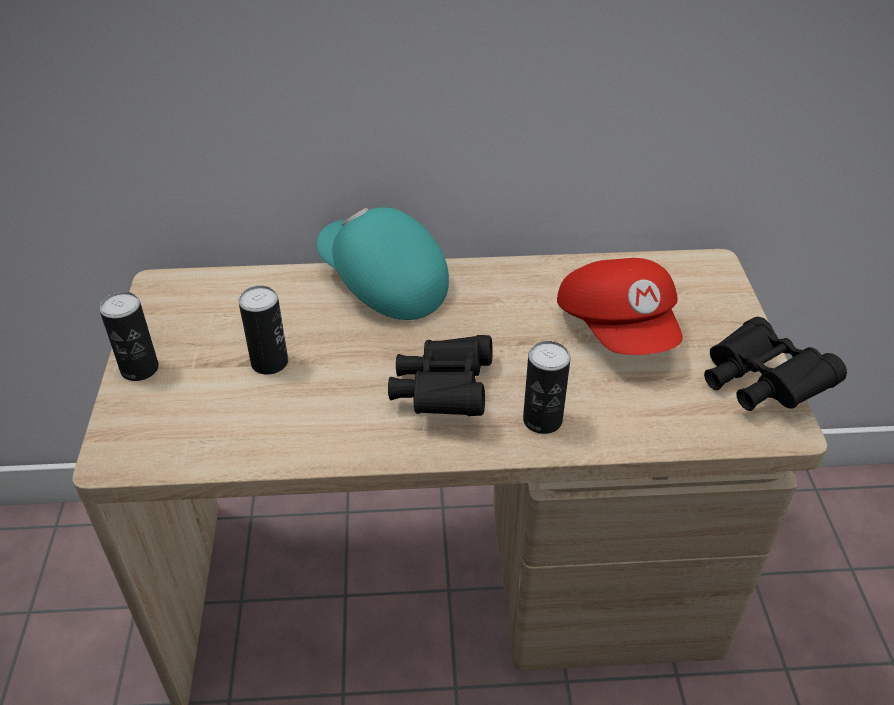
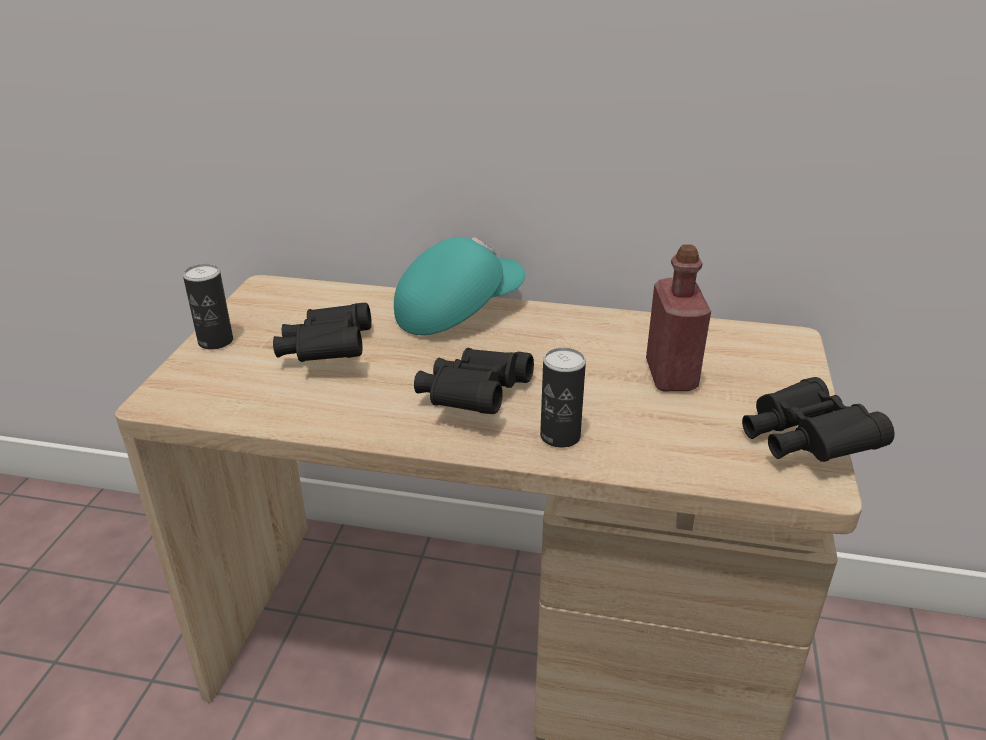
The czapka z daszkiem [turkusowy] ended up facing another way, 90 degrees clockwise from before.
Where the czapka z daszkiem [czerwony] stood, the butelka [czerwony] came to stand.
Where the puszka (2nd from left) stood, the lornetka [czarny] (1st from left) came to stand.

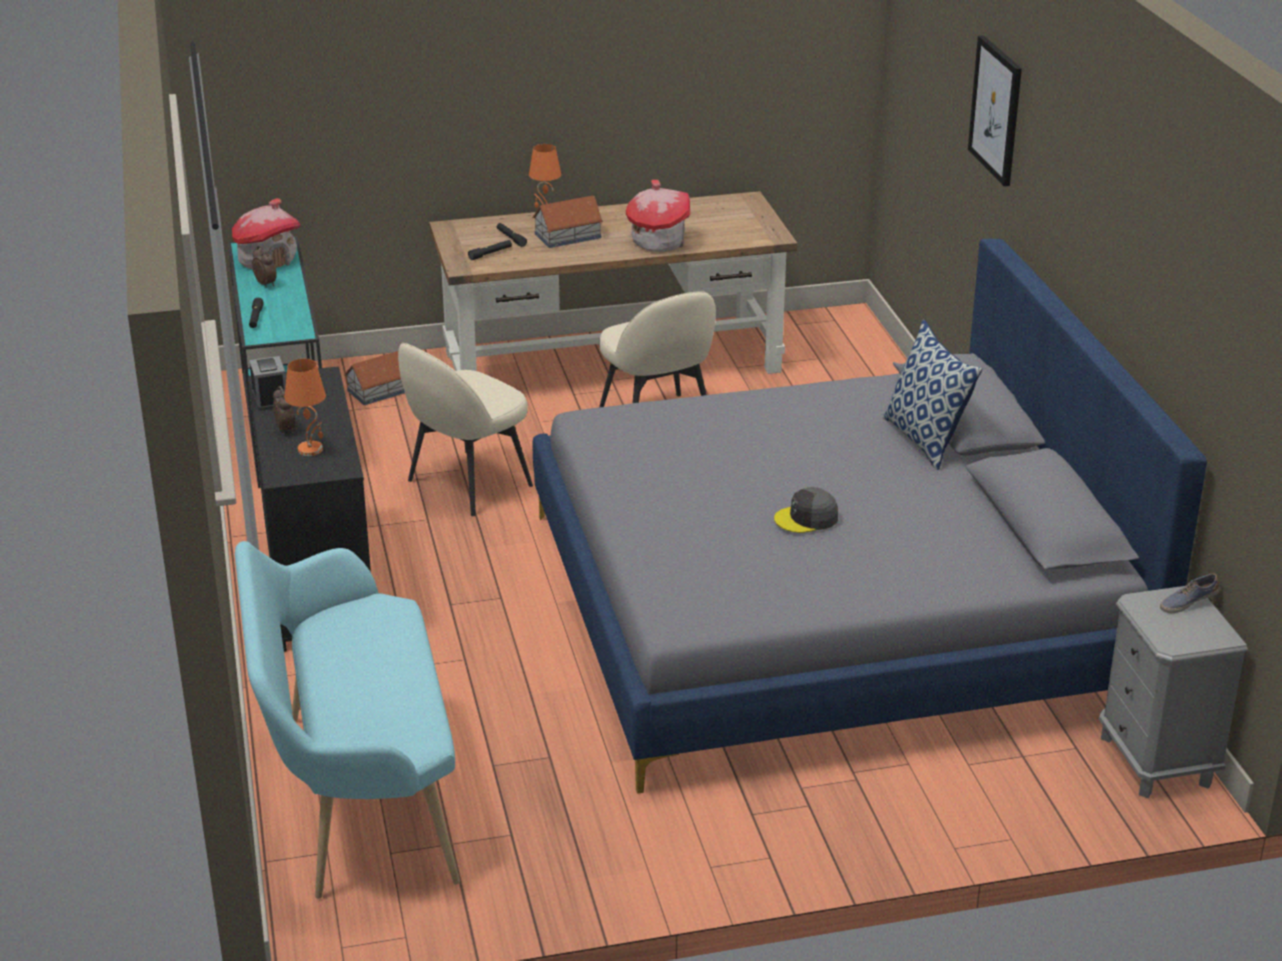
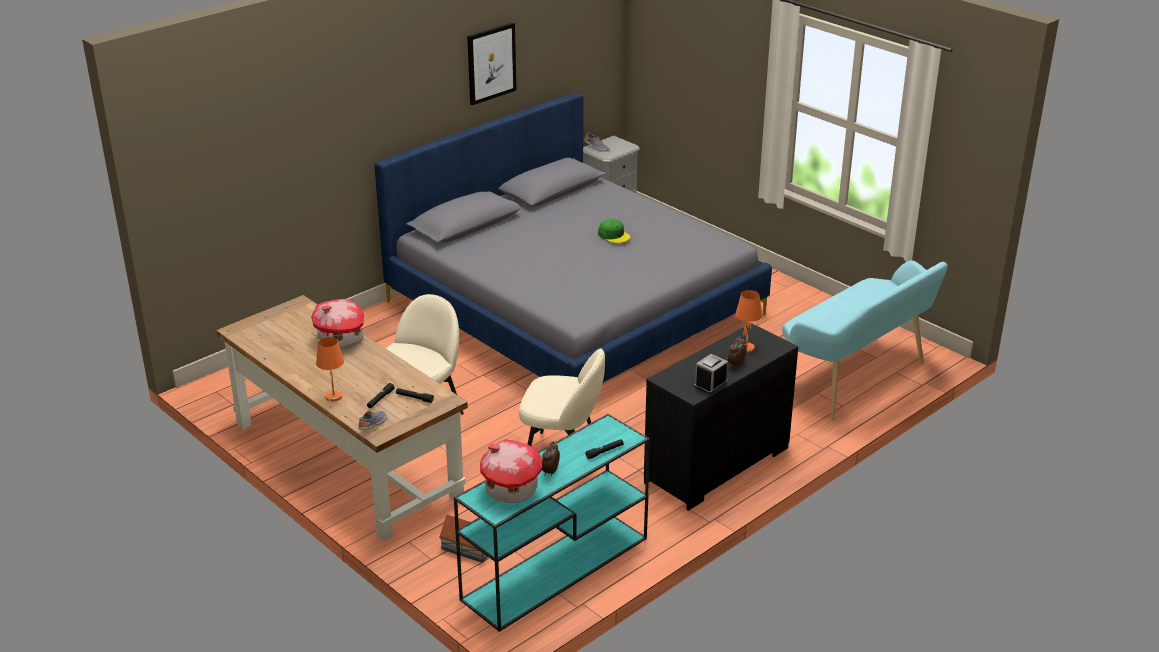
The obraz ended up elsewhere.
The second view lost the domek (3rd from left).
The second view lost the poduszka.
What was the czapka z daszkiem [szary] turned into the czapka z daszkiem [zielony].
The second view gained the but (1st from left).

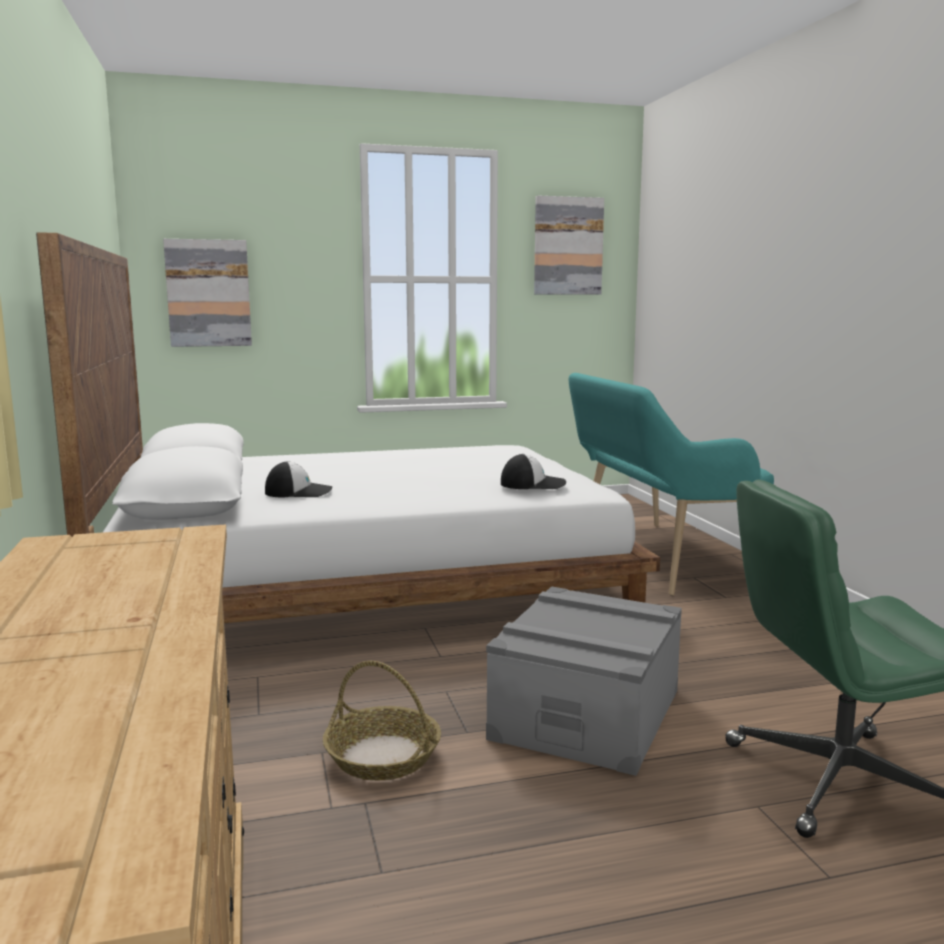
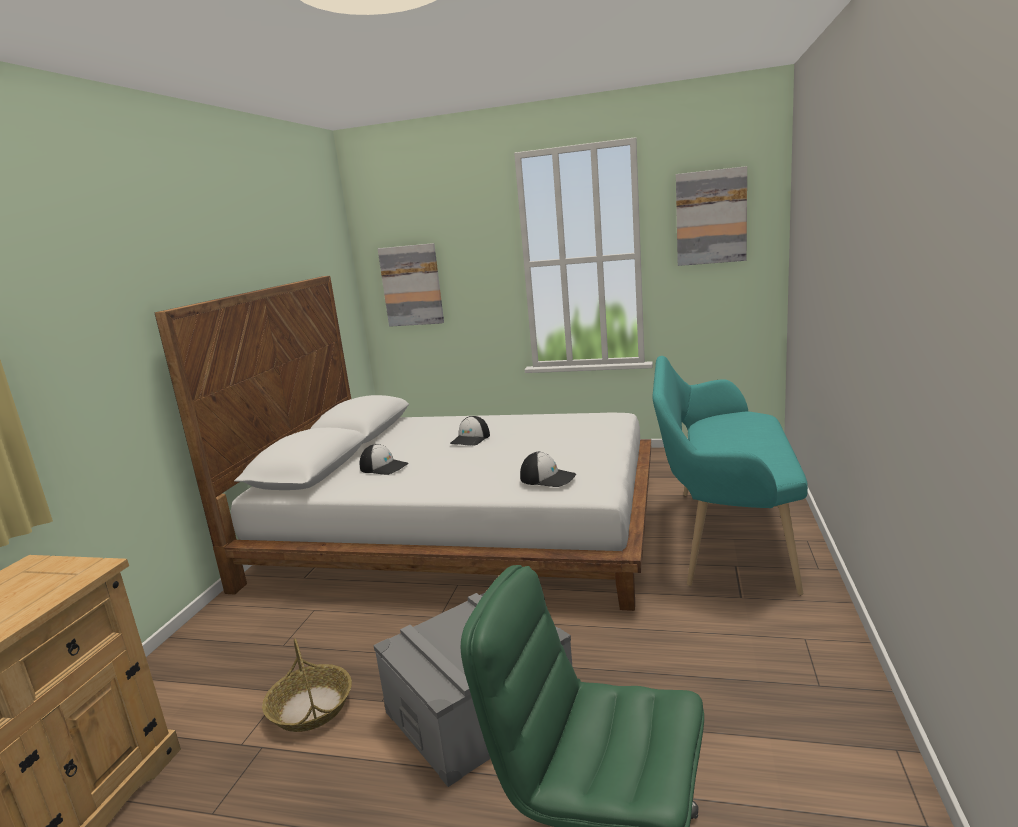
The second view gained the czapka z daszkiem (2nd from left).

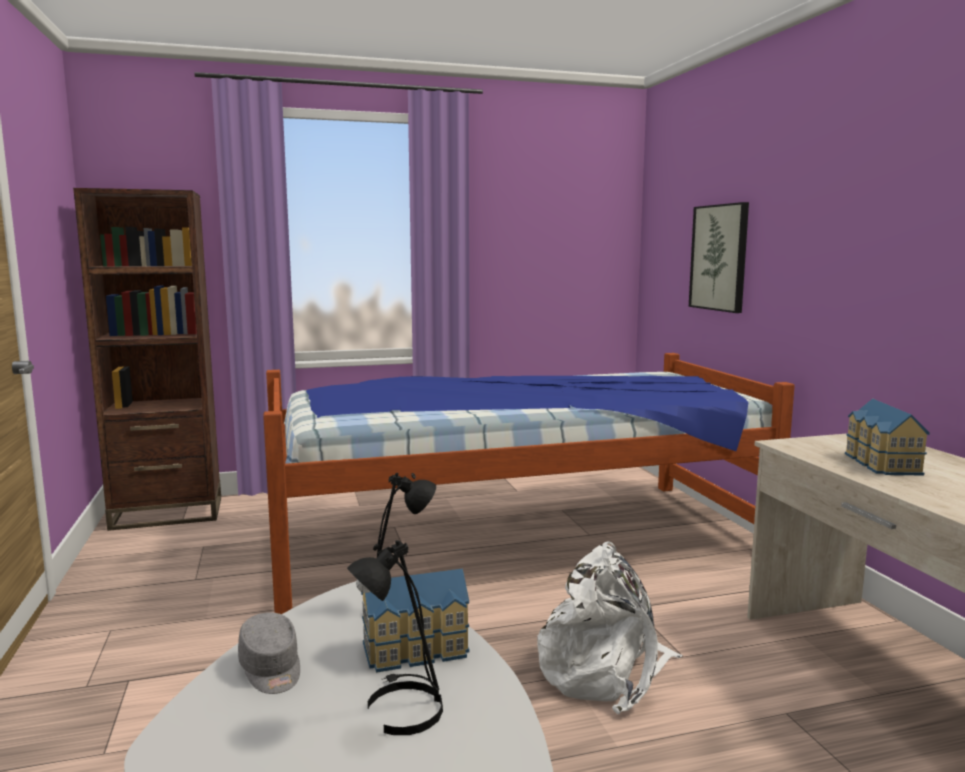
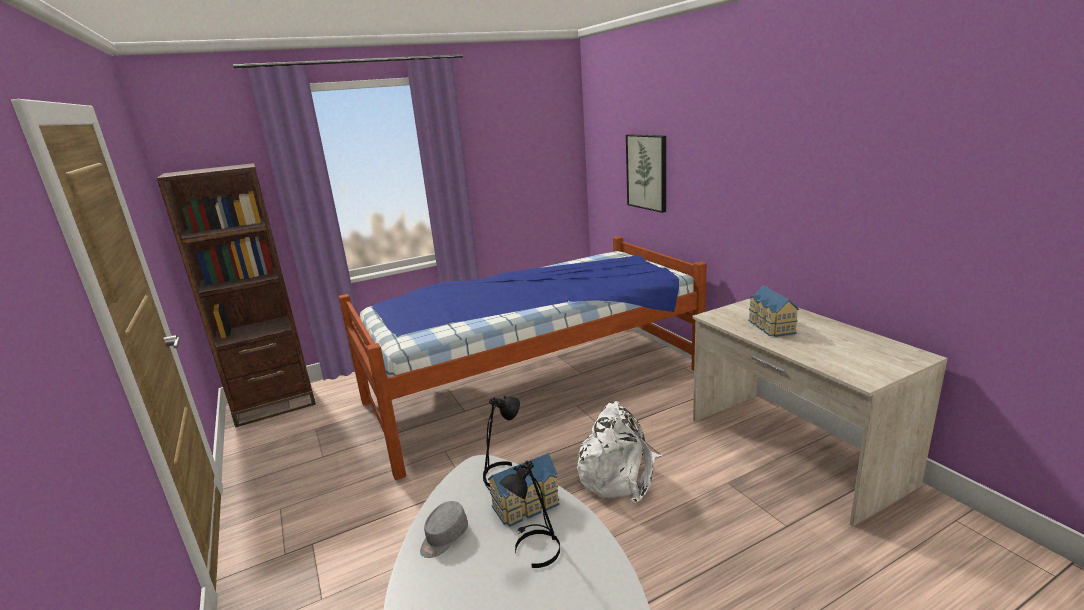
The czapka z daszkiem [szary] ended up facing another way, 75 degrees clockwise from before.

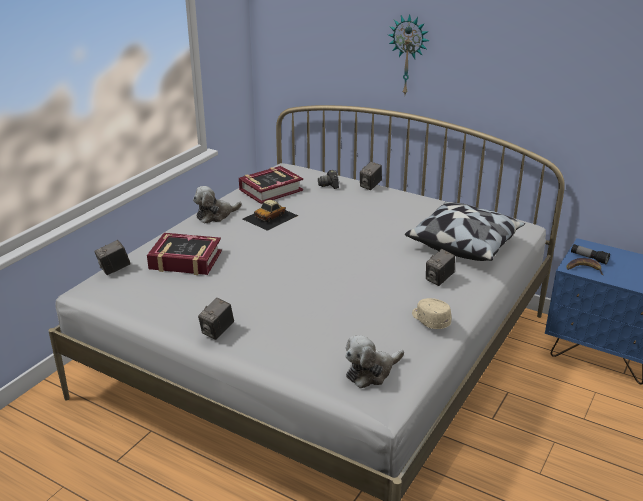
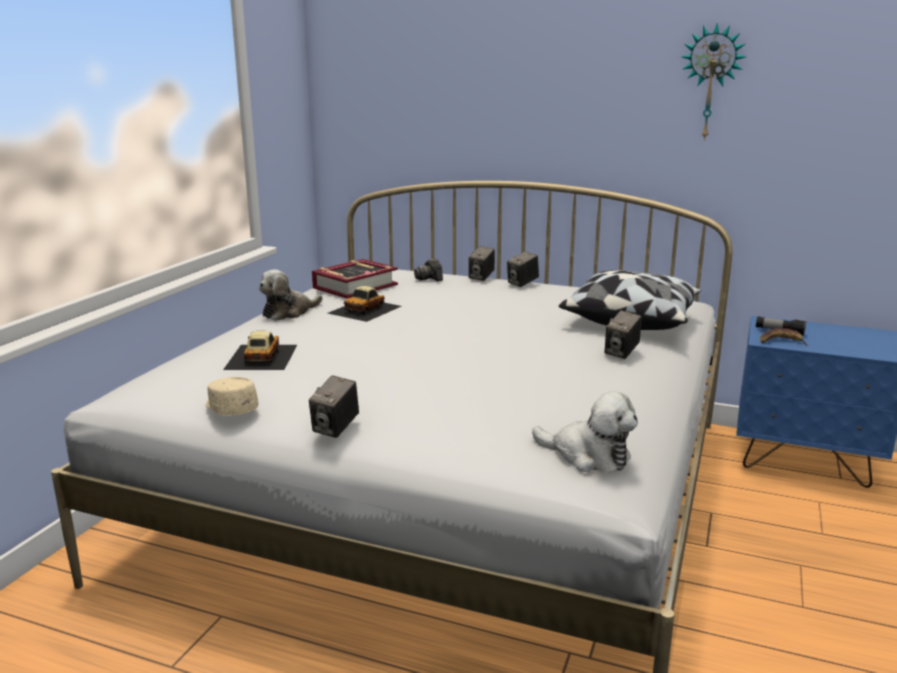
The zegar ścienny ended up elsewhere.
Where the książka (1st from left) stood, the samochodzik (1st from left) came to stand.
The aparat fotograficzny (1st from left in the first image) ended up elsewhere.
The czapka z daszkiem [beżowy] ended up elsewhere.
The pluszak (2nd from left) ended up facing another way, 105 degrees counterclockwise from before.

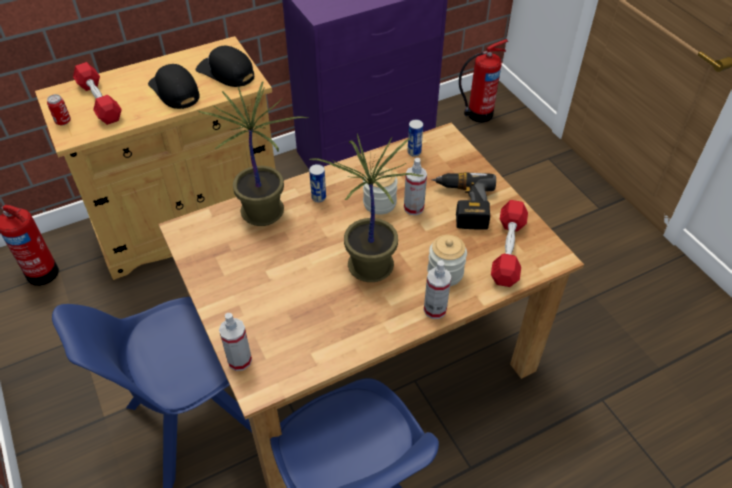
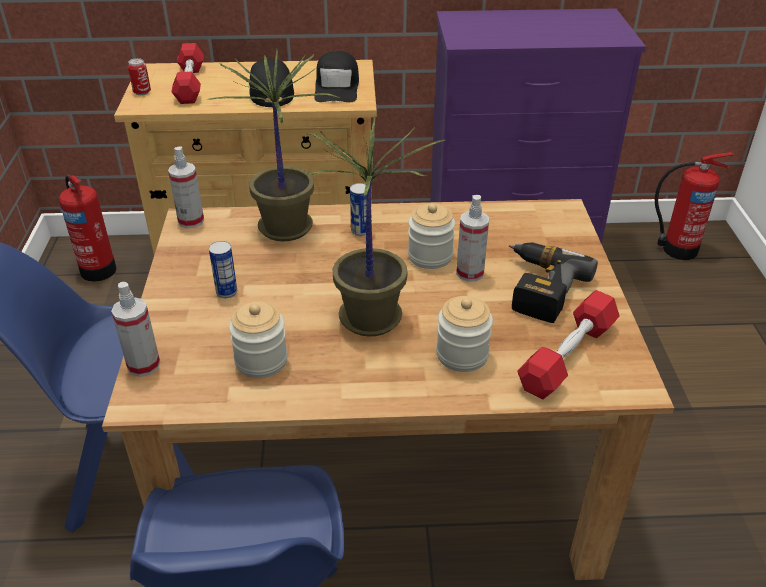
The czapka z daszkiem [czarny] (2nd from left) ended up facing another way, 150 degrees counterclockwise from before.
The puszka (3rd from left in the first image) ended up elsewhere.
The spryskiwacz (3rd from left in the first image) ended up elsewhere.
The second view gained the słoik (1st from left).

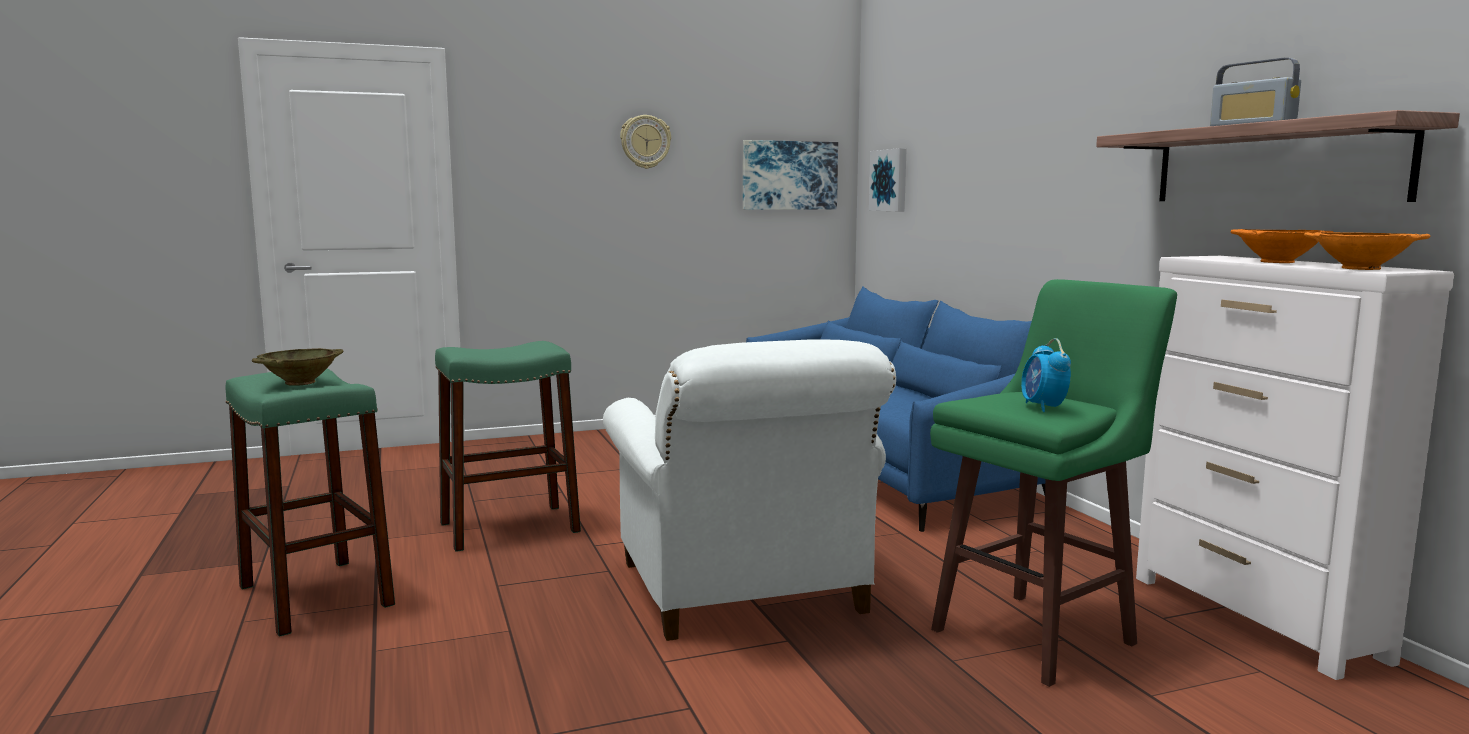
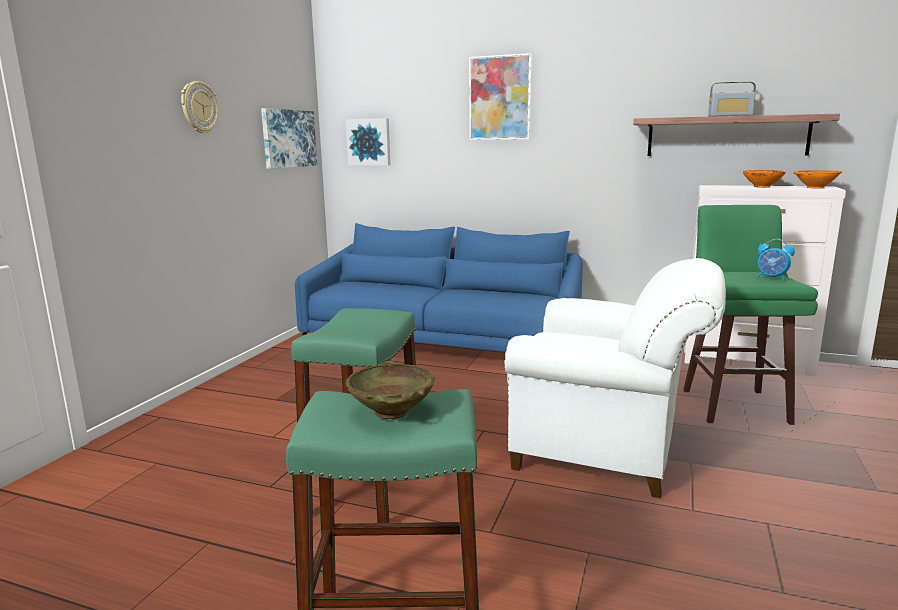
The second view gained the obraz (3rd from left).

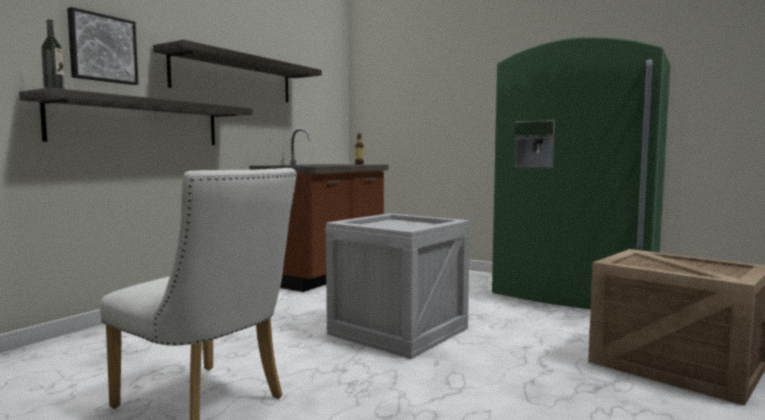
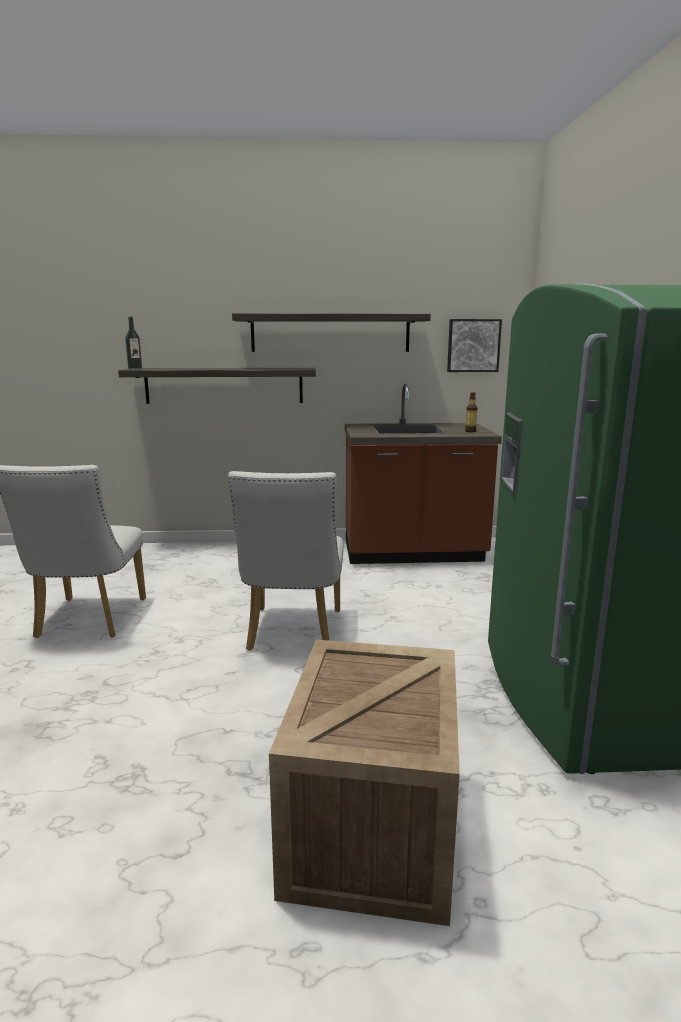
The obraz ended up elsewhere.
Where the skrzynka (1st from left) stood, the krzesło [biały] (2nd from left) came to stand.

